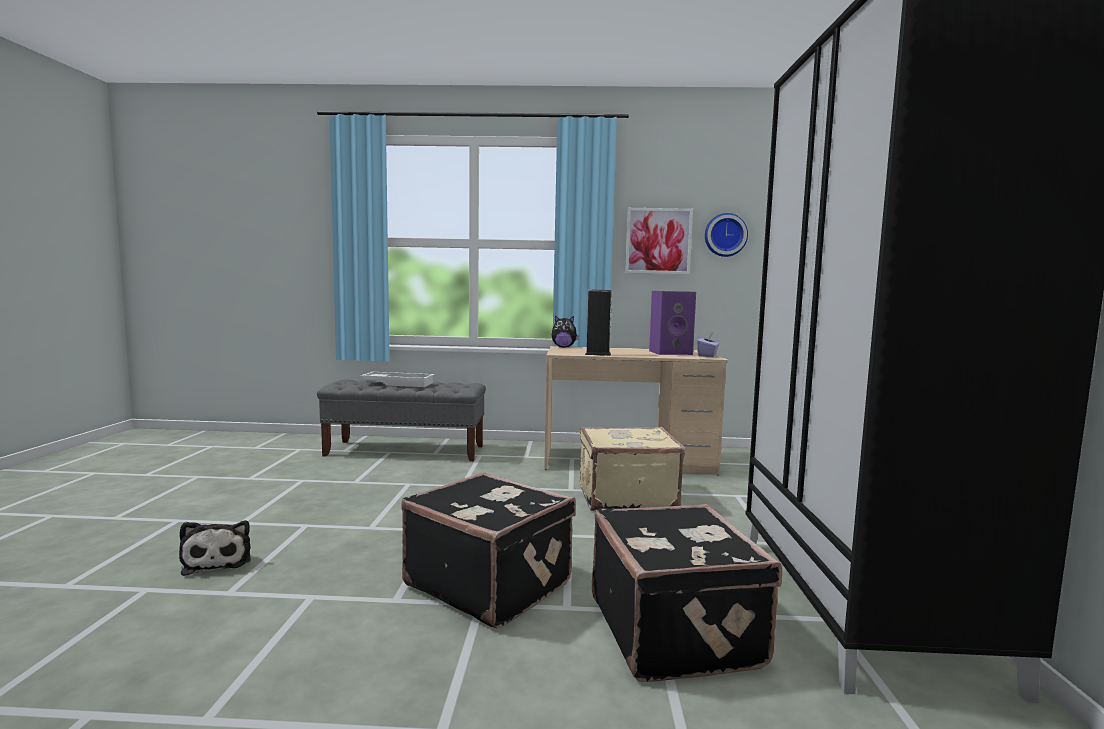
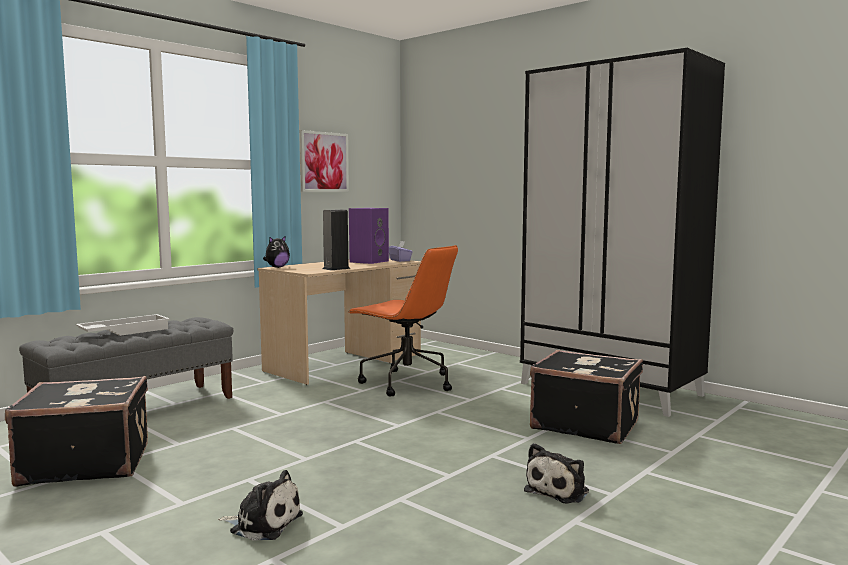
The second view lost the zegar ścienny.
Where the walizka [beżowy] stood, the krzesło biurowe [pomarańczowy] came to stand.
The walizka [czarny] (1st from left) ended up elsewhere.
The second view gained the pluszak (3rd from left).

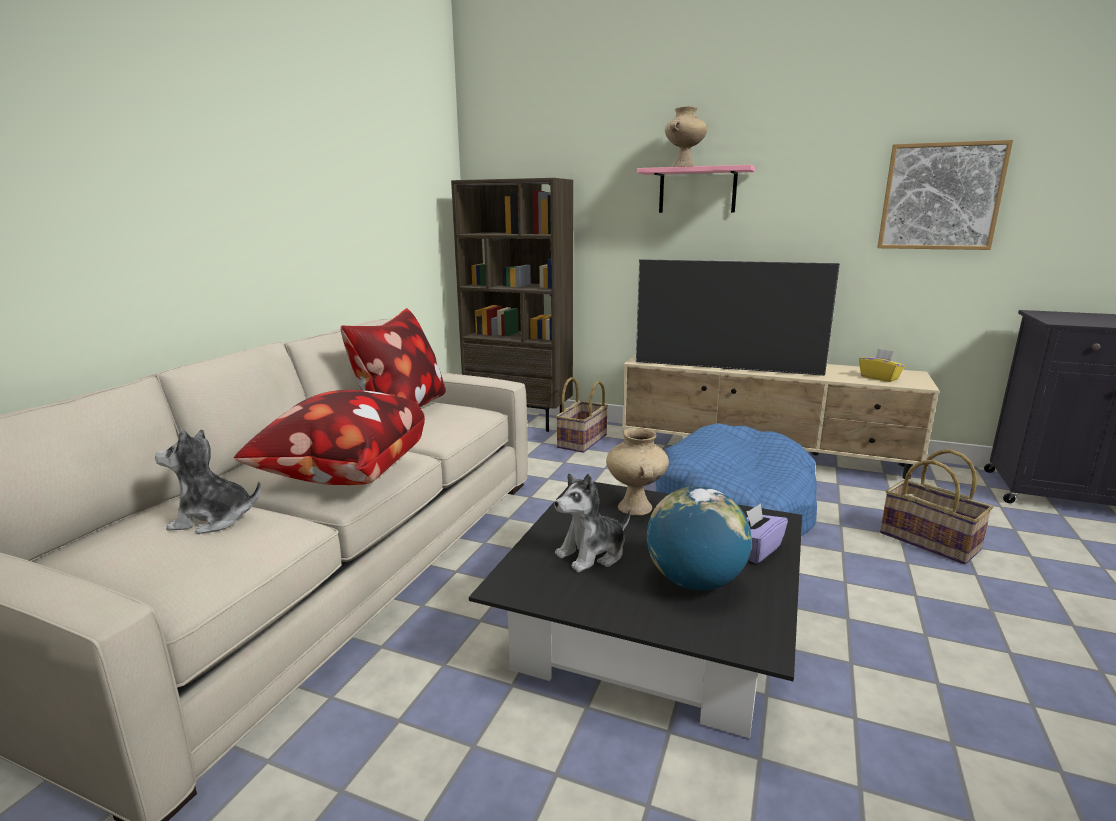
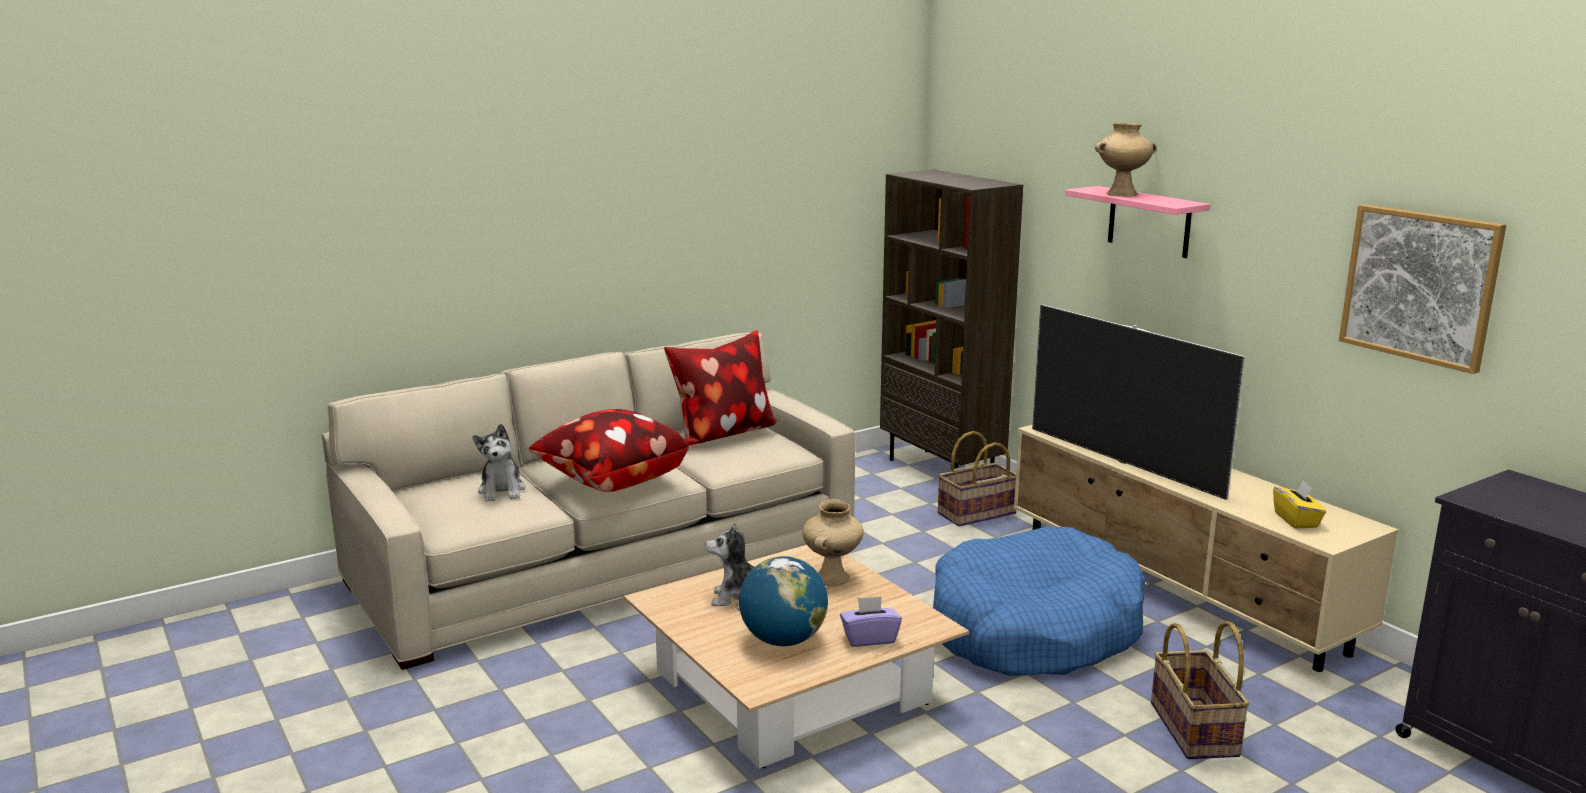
The pluszak (1st from left) ended up facing another way, 135 degrees counterclockwise from before.
What was the ława [czarny] turned into the ława [beżowy].

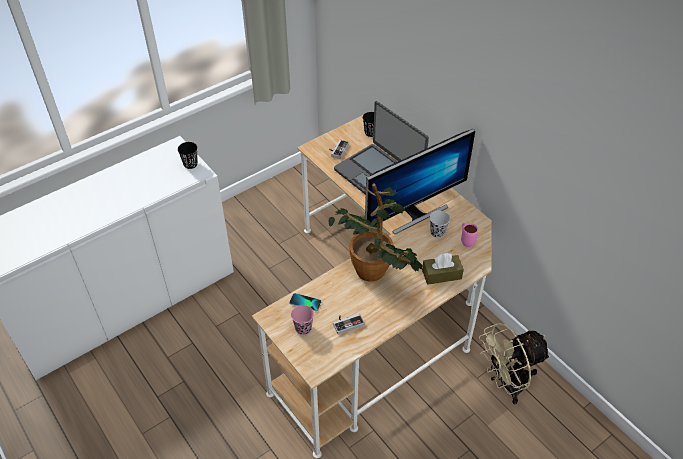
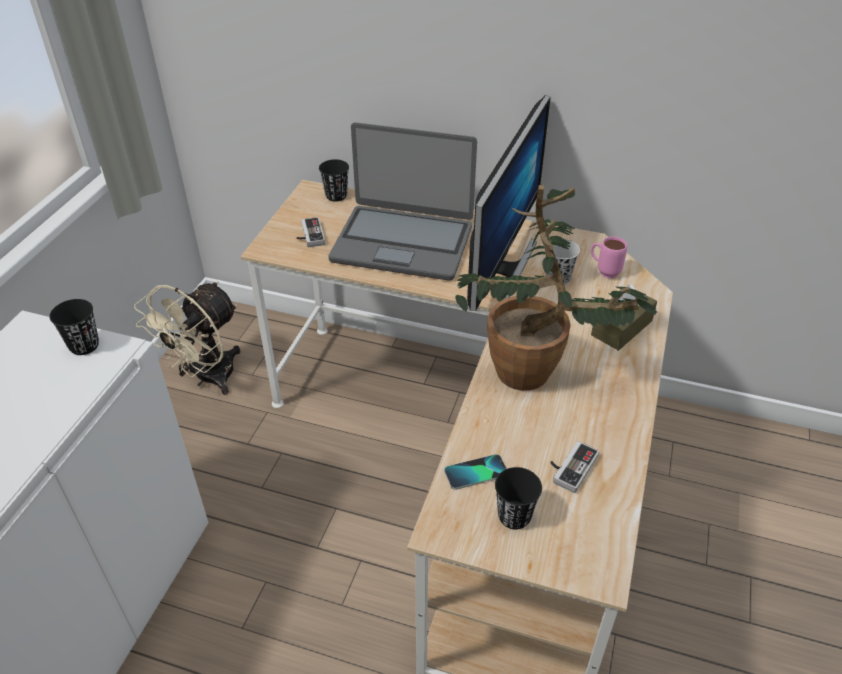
What was the filiżanka [różowy] turned into the filiżanka [czarny] (3rd from left).
The wentylator [beżowy] ended up elsewhere.

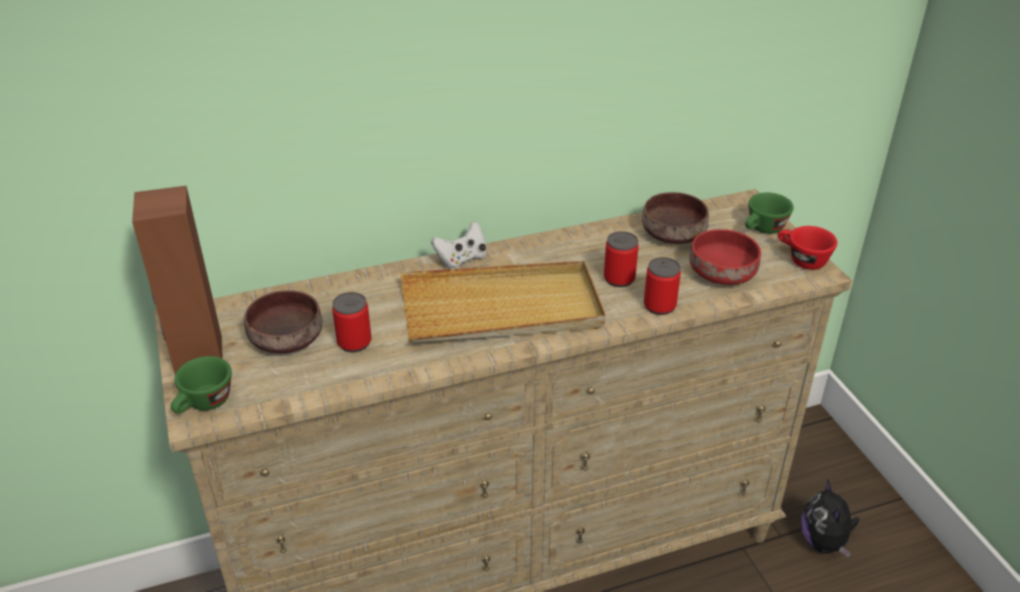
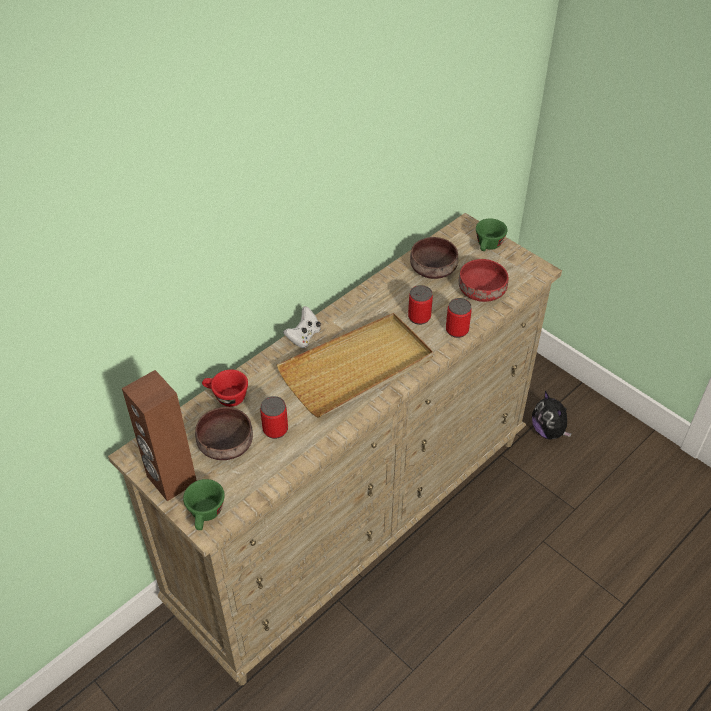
The filiżanka [czerwony] ended up elsewhere.

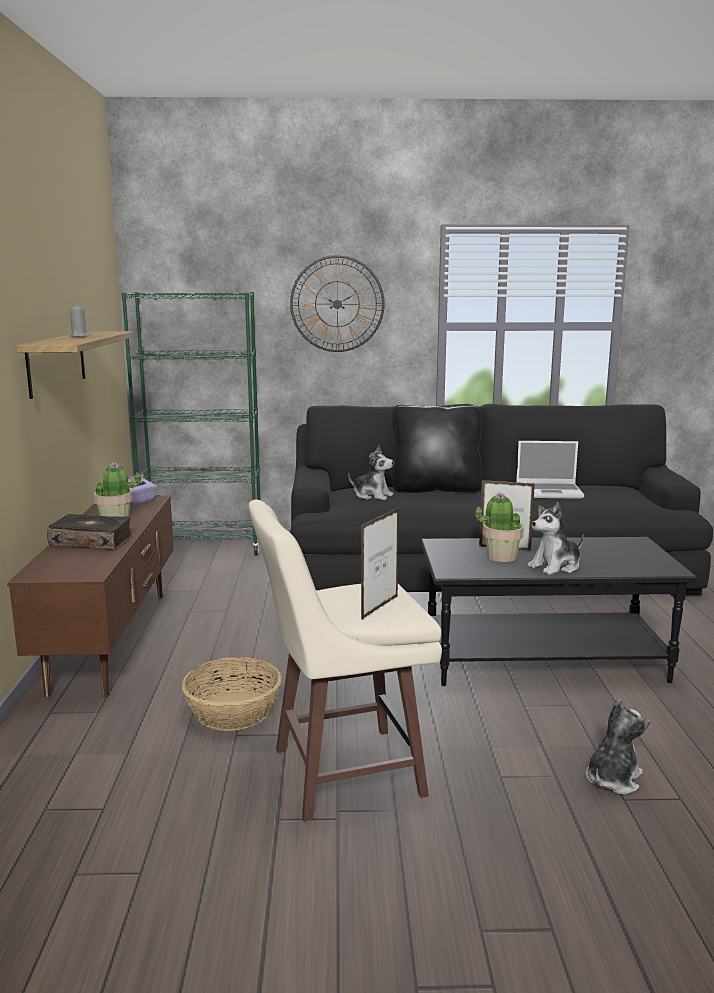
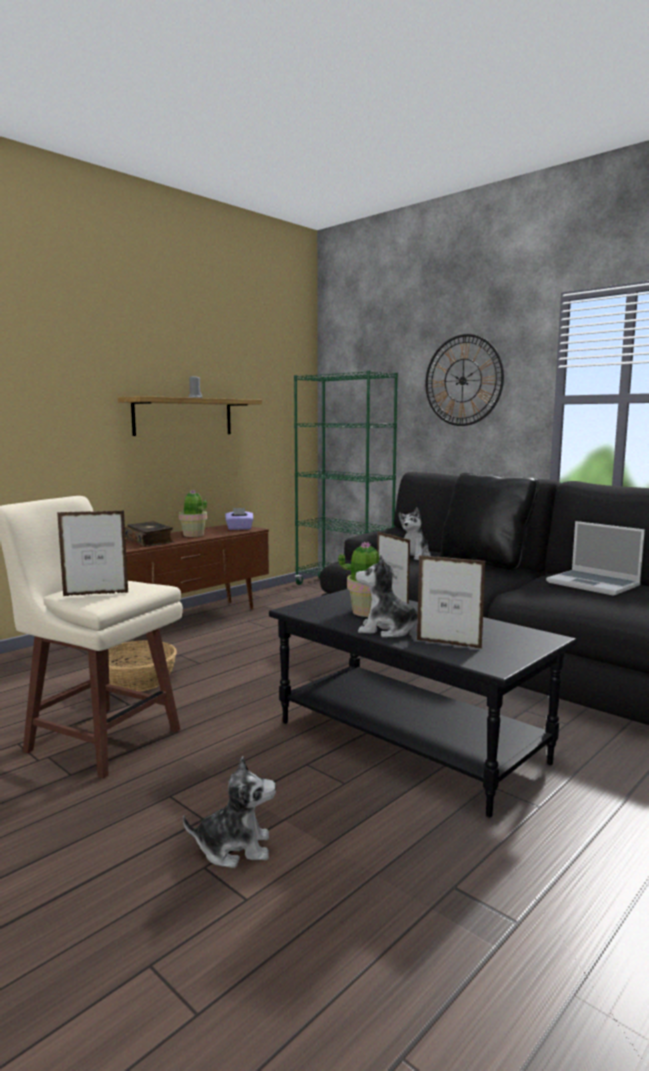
The pluszak (1st from left in the first image) ended up facing another way, 45 degrees clockwise from before.
The second view gained the ramka na zdjęcie (3rd from left).

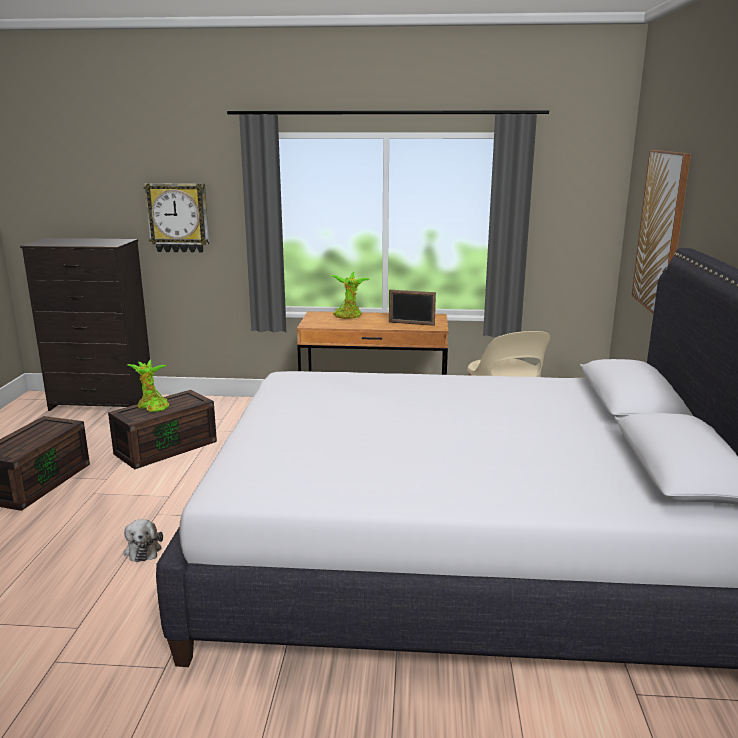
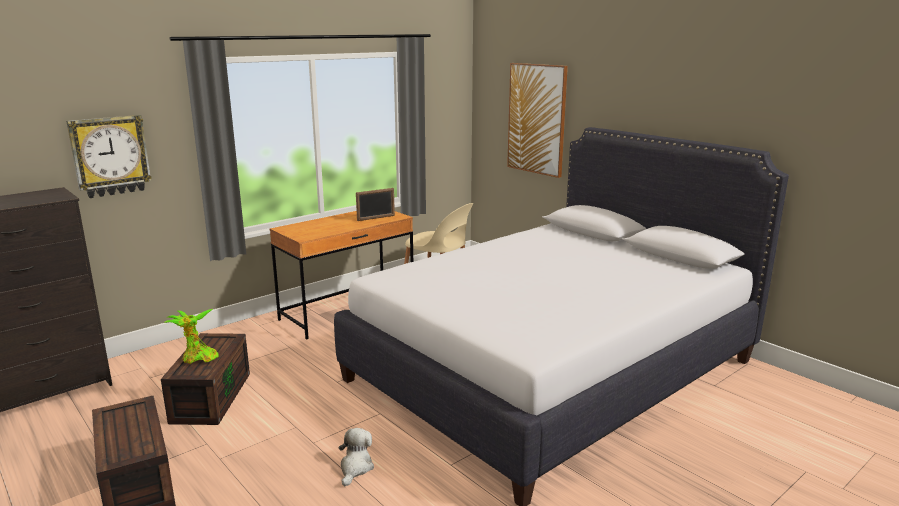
The second view lost the roślina doniczkowa (2nd from left).
The pluszak ended up facing another way, 105 degrees counterclockwise from before.

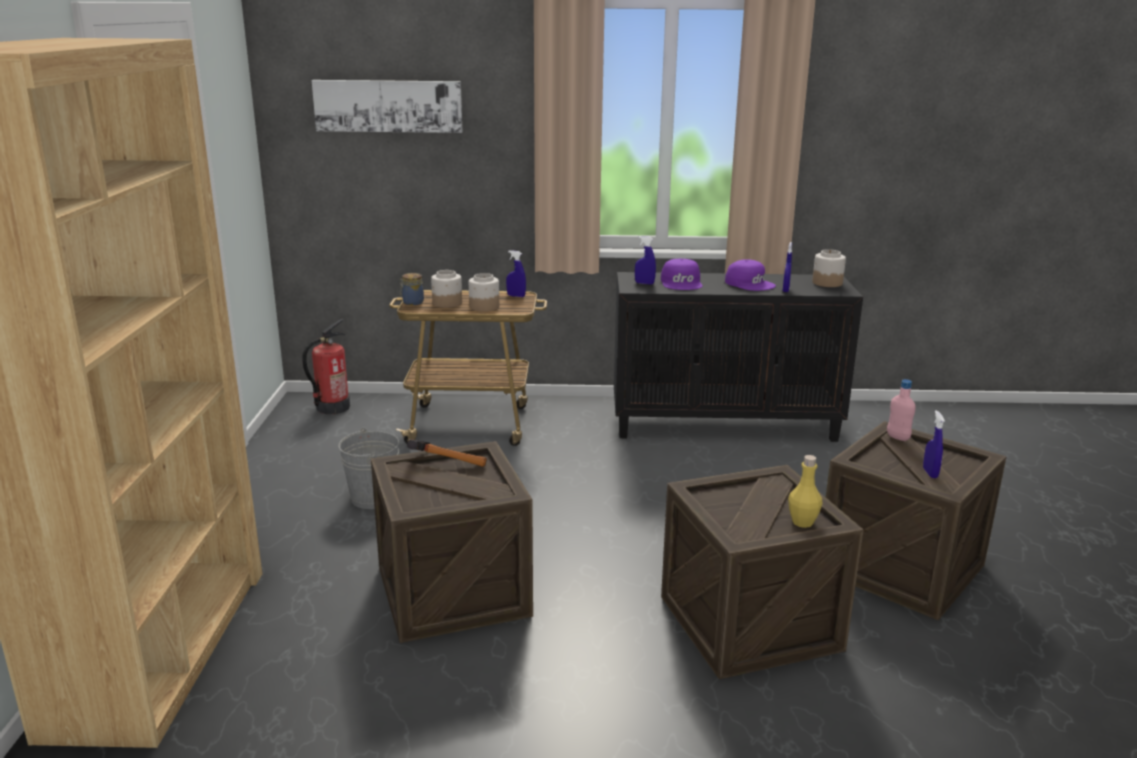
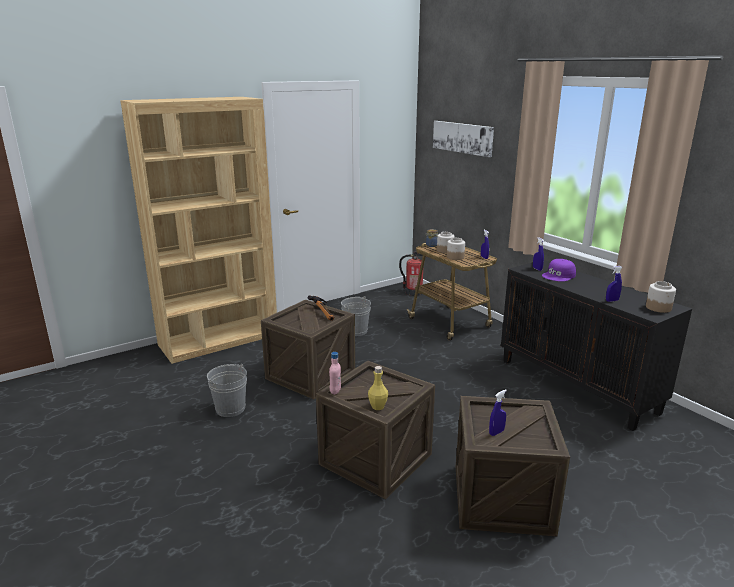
The second view lost the czapka z daszkiem [fioletowy] (2nd from left).
The butelka [różowy] ended up elsewhere.
The second view gained the wiadro [szary] (1st from left).

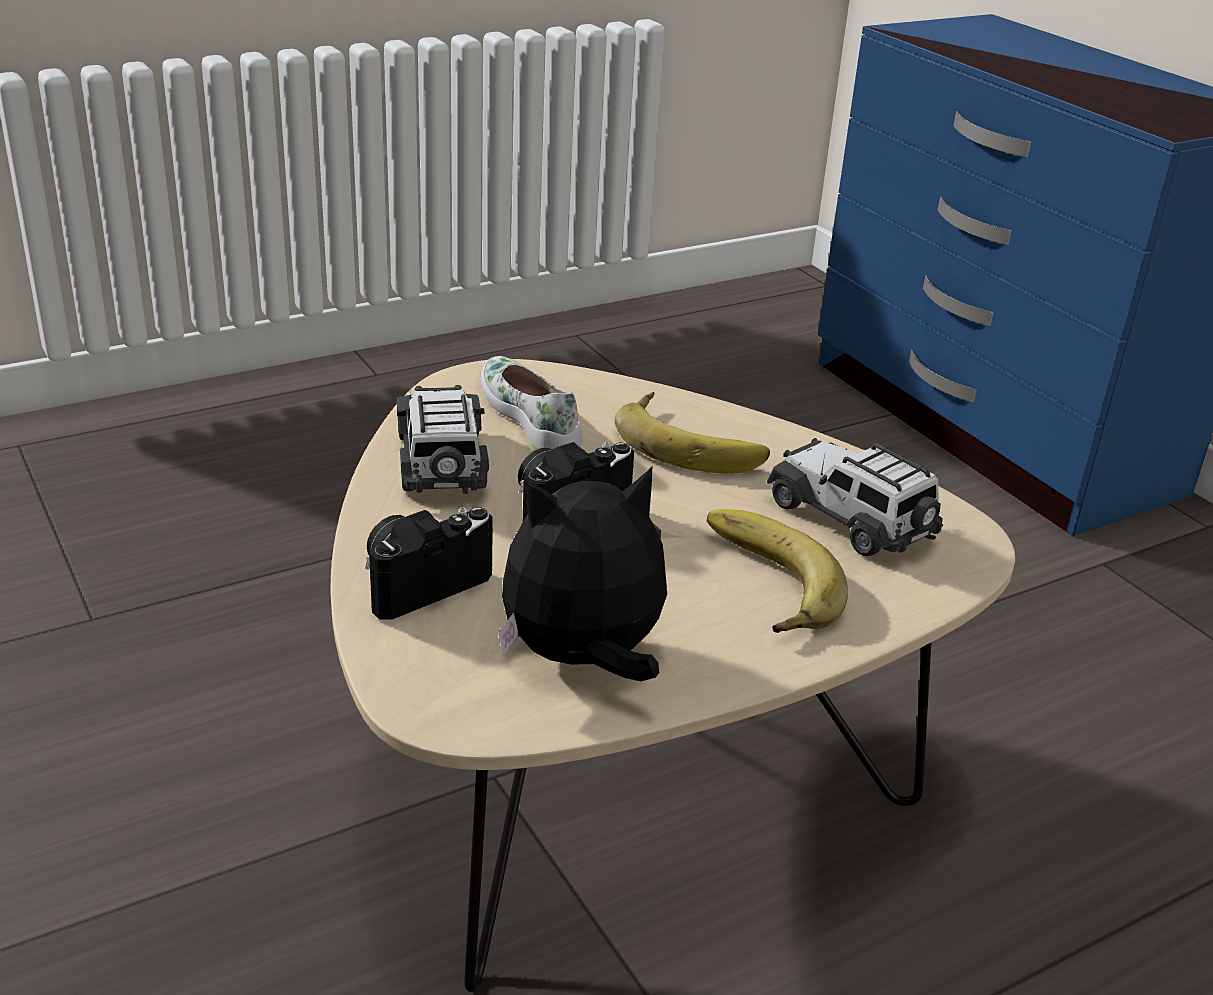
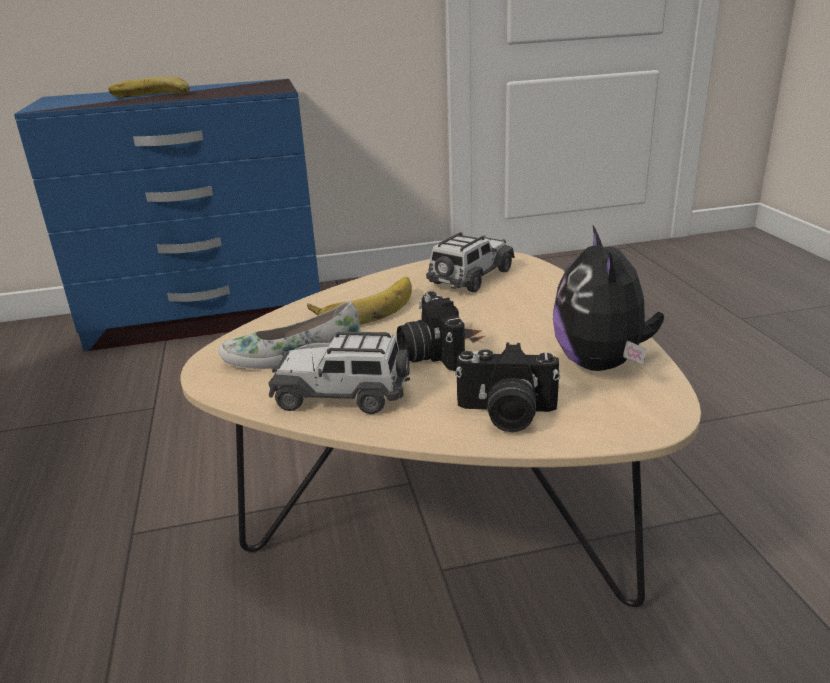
The samochodzik (2nd from left) ended up facing another way, 150 degrees clockwise from before.
The aparat fotograficzny (1st from left in the first image) ended up facing another way, 60 degrees counterclockwise from before.
The banan (2nd from left in the first image) ended up elsewhere.

